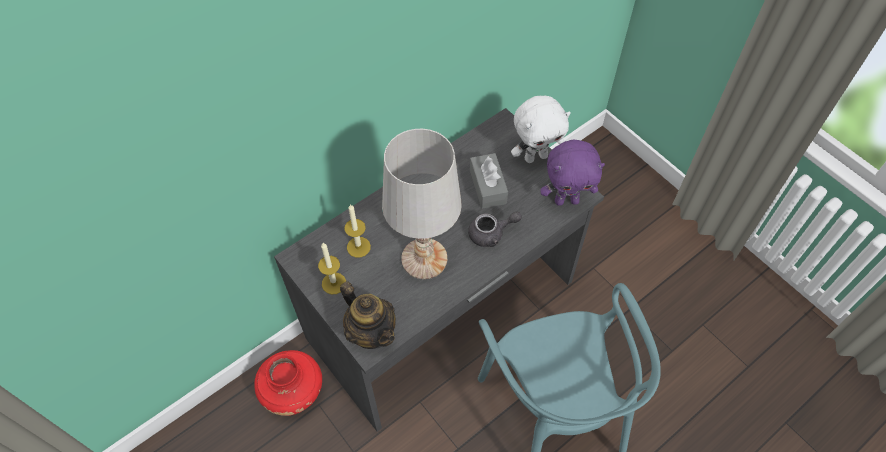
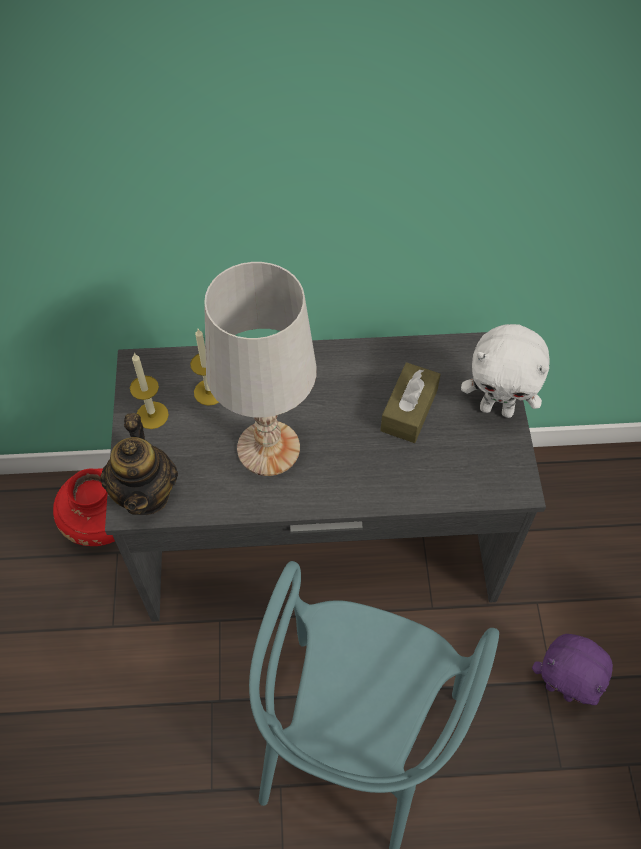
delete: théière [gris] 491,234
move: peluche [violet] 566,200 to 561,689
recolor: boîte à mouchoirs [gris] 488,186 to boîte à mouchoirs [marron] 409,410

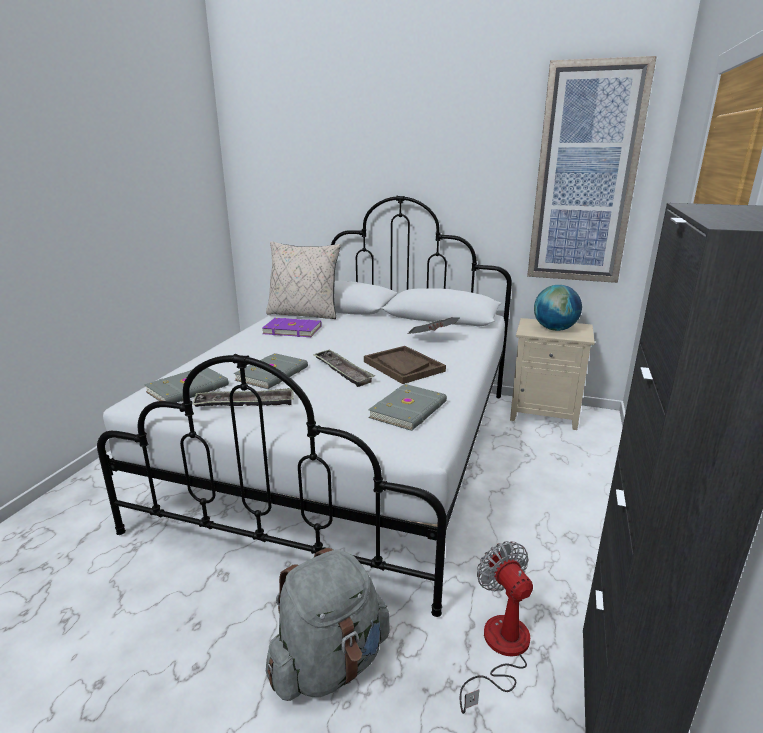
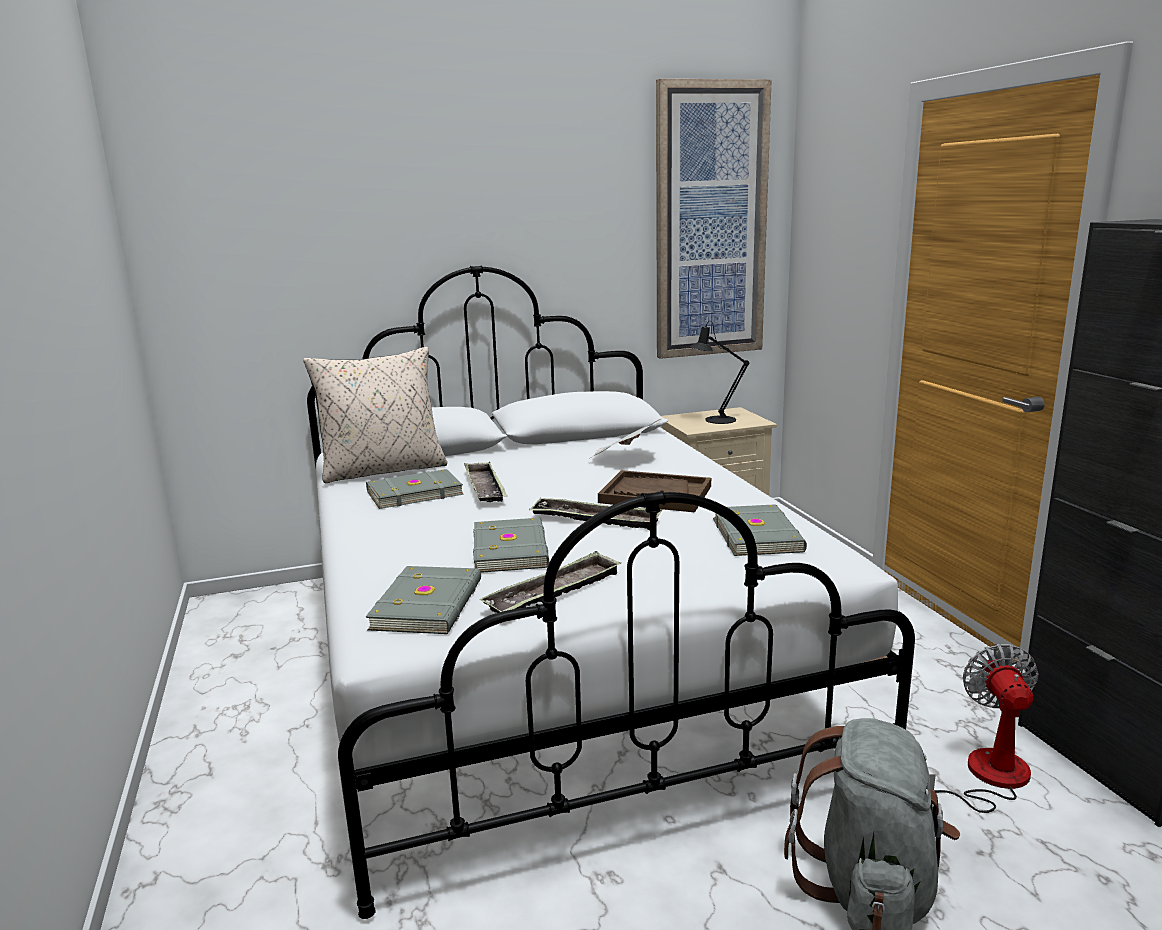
insert: plateau 485,488
replace: globe 554,329 to lampe de table [noir] 715,420
recolor: livre [violet] 292,330 to livre [gris] 413,493
rotate: ventilateur 500,650 = 985,778 60 degrees clockwise

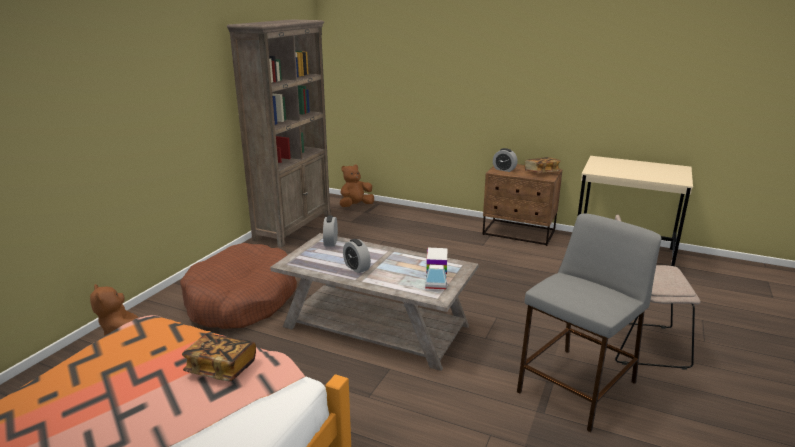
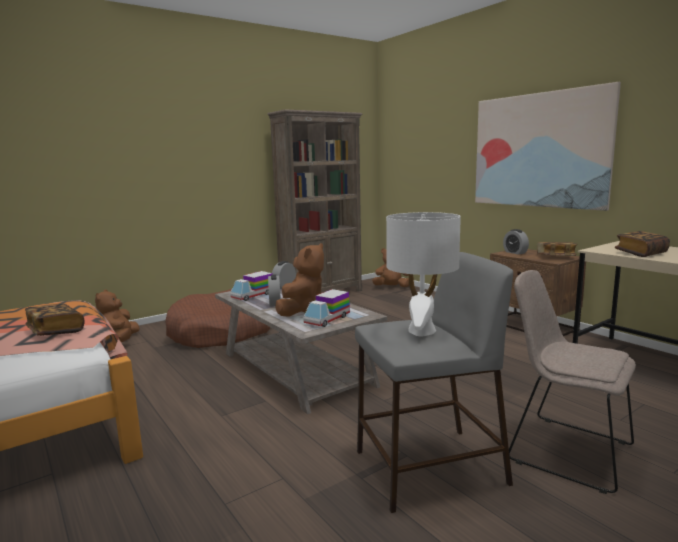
insert: camion jouet 253,296; peluche [marron] 302,310; lampe de table [blanc] 421,331; tableau 539,150; livre 640,253

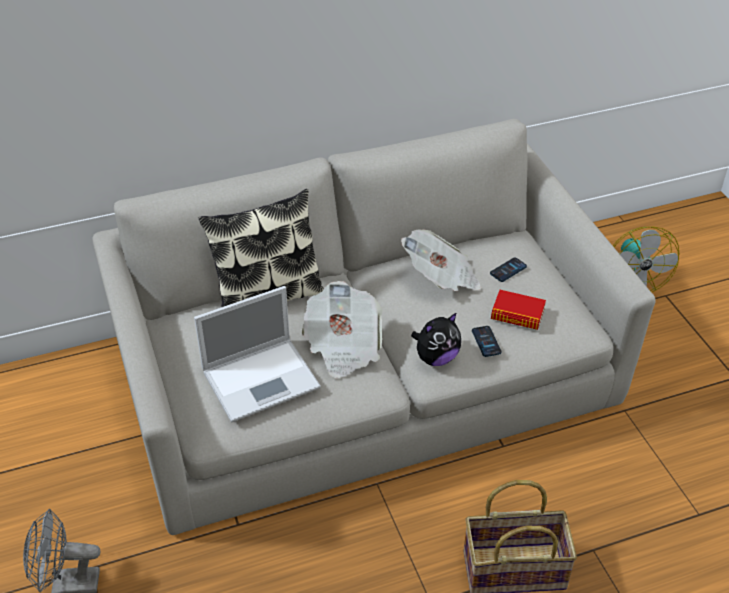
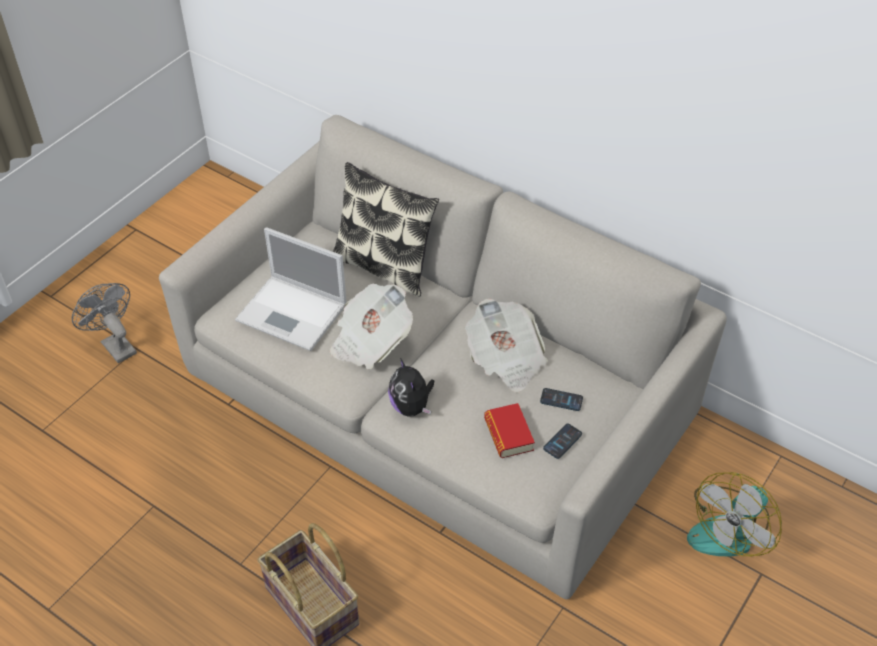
move: téléphone 486,342 to 562,441
rotate: peluche 436,358 = 411,407 45 degrees clockwise

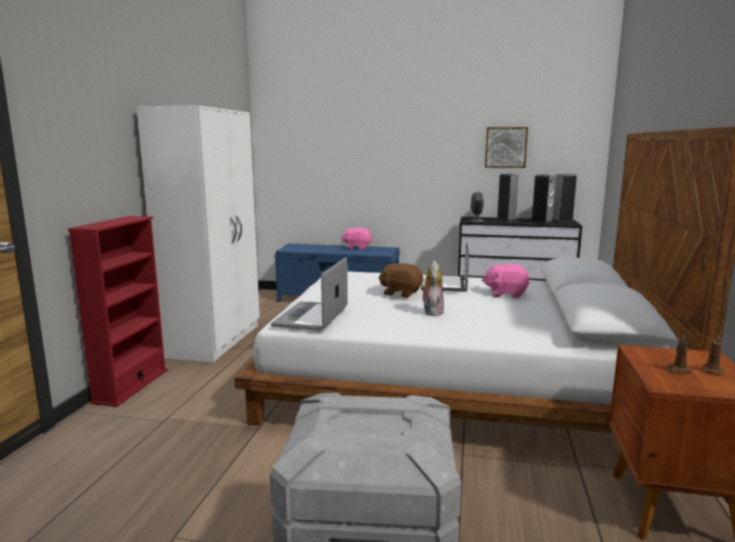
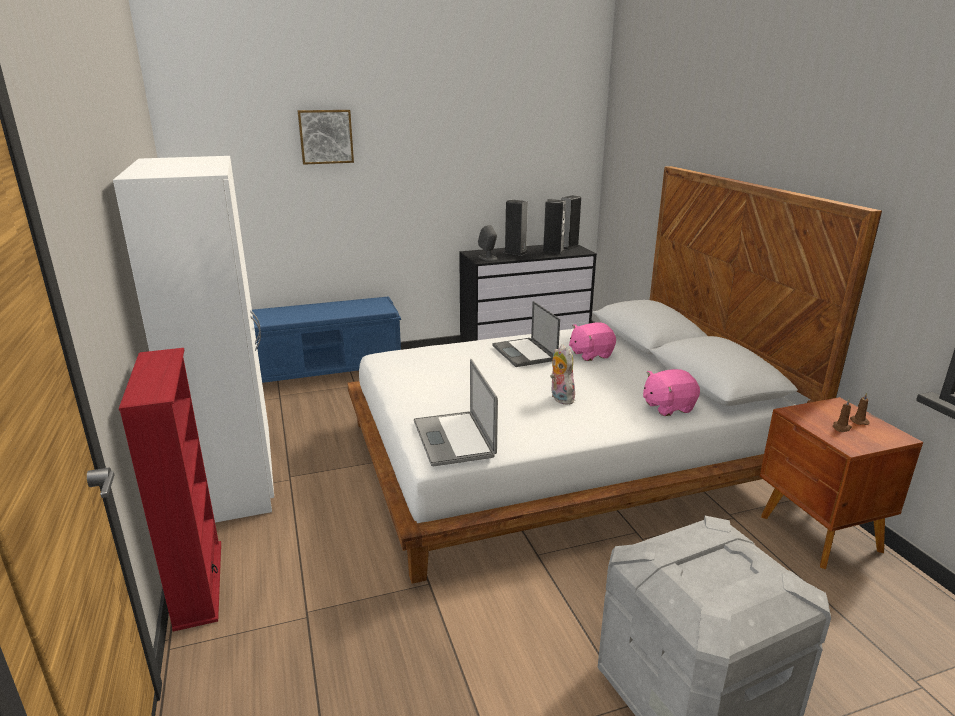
delete: peluche [marron] 401,293
move: peluche [rose] 357,248 to 667,407; tableau 505,147 to 326,136

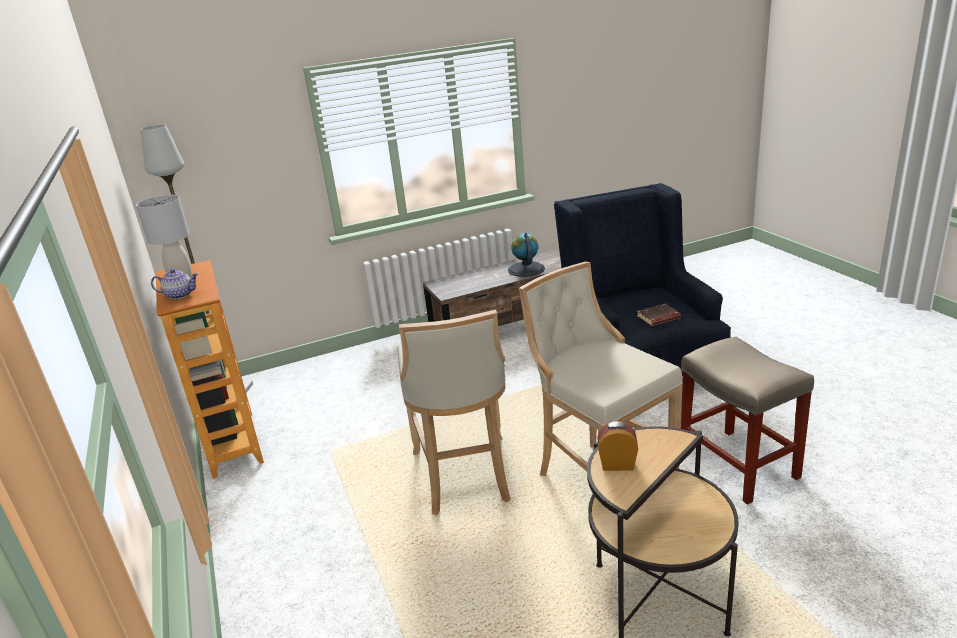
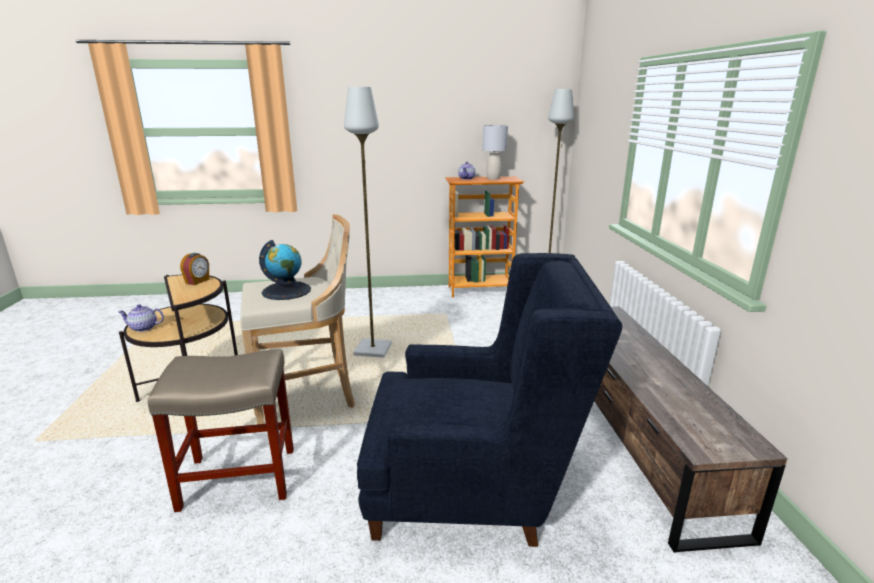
delete: livre [marron] 658,318
insert: théière 143,328
move: globe 526,269 to 286,291
replace: tabouret [beige] 464,478 to lampadaire [gris] 372,349

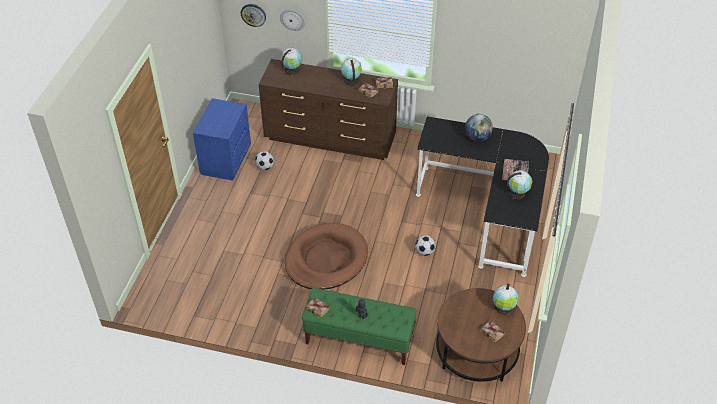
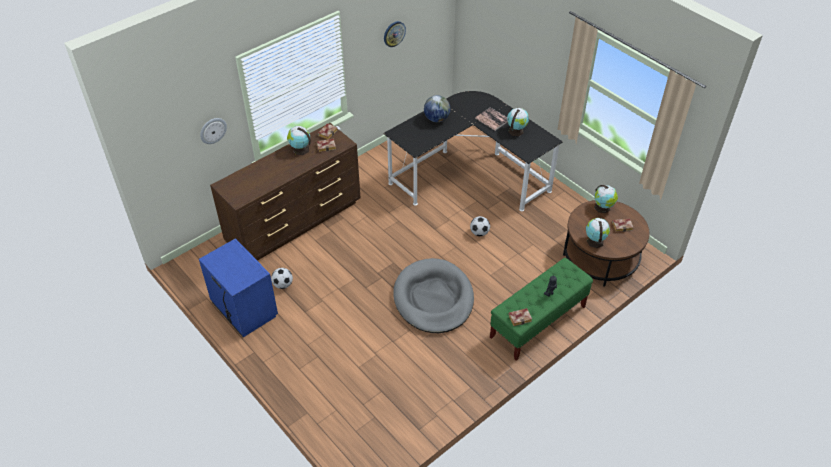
move: horloge murale 253,14 to 394,33; globe 292,70 to 595,241
recolor: panier pour chien [marron] 326,259 to panier pour chien [gris] 433,298

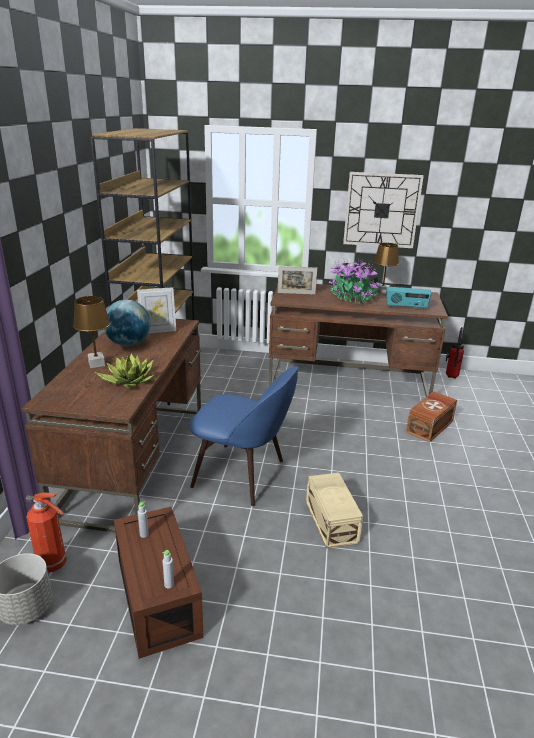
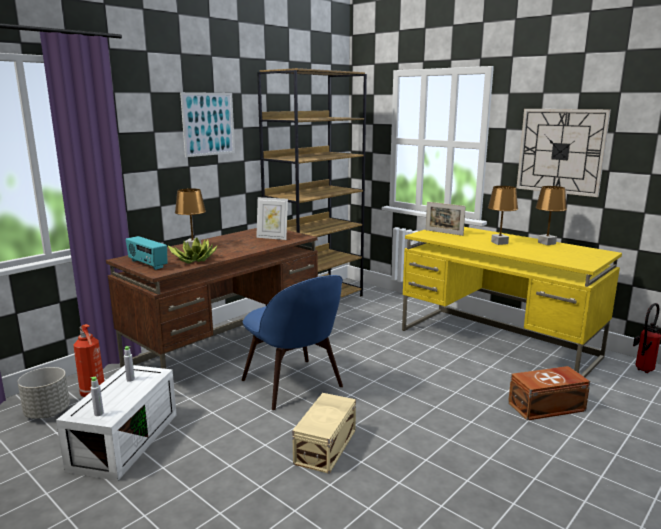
delete: globe 128,344
insert: tableau 208,124
move: radio 406,307 to 147,264
replace: plante en pot 352,298 to lampe de table [marron] 499,243
recolor: boîte de rangement [marron] 156,596 to boîte de rangement [blanc] 124,440; bureau [marron] 349,381 to bureau [jaune] 498,344

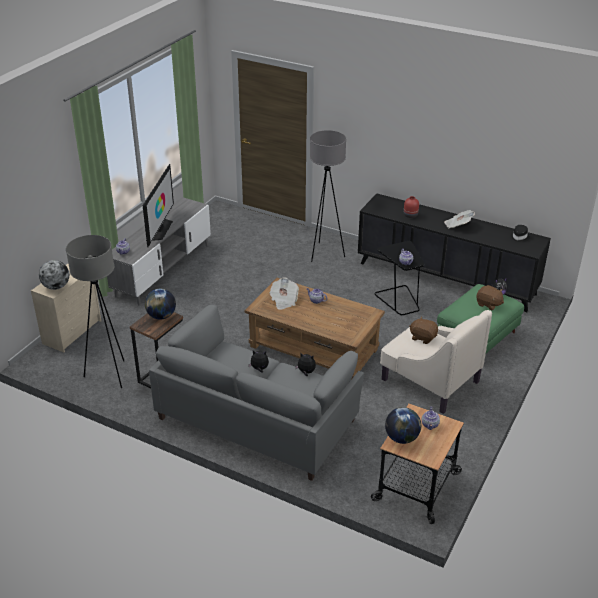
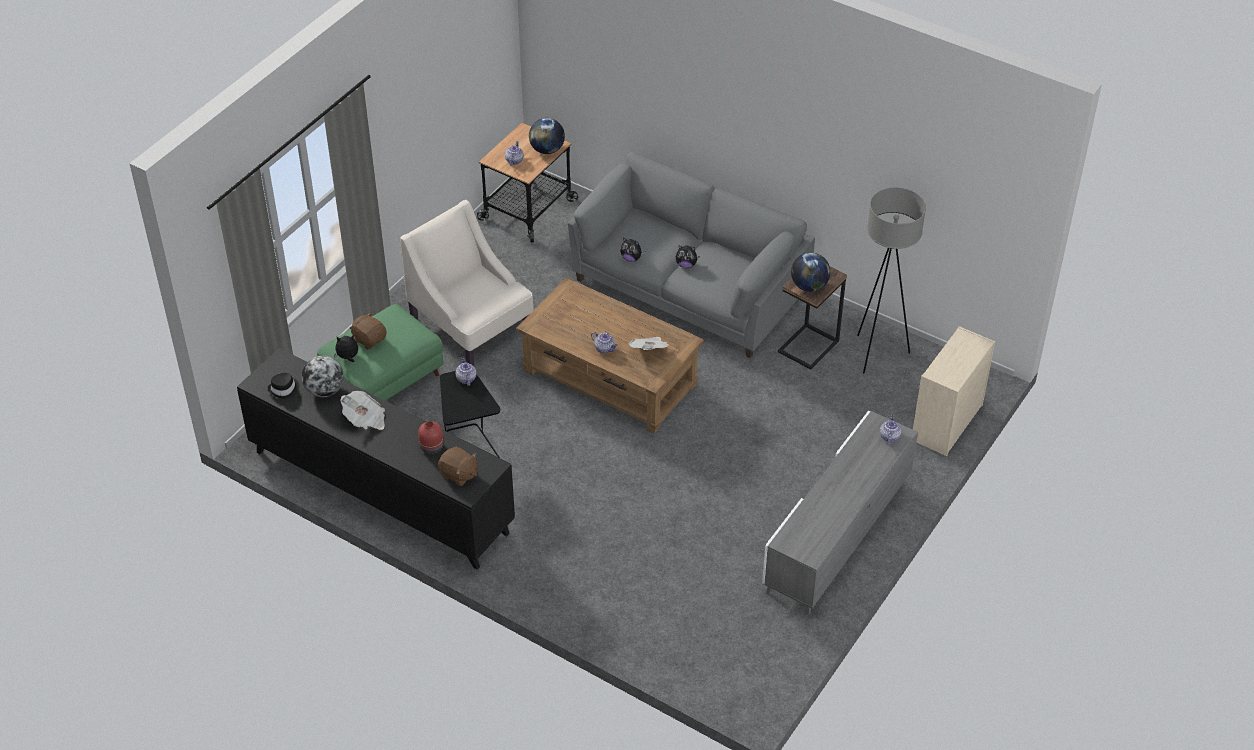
delete: téléviseur 160,229; lampadaire [gris] 325,253
move: globe 56,287 to 325,390; peluche [marron] 423,337 to 459,474

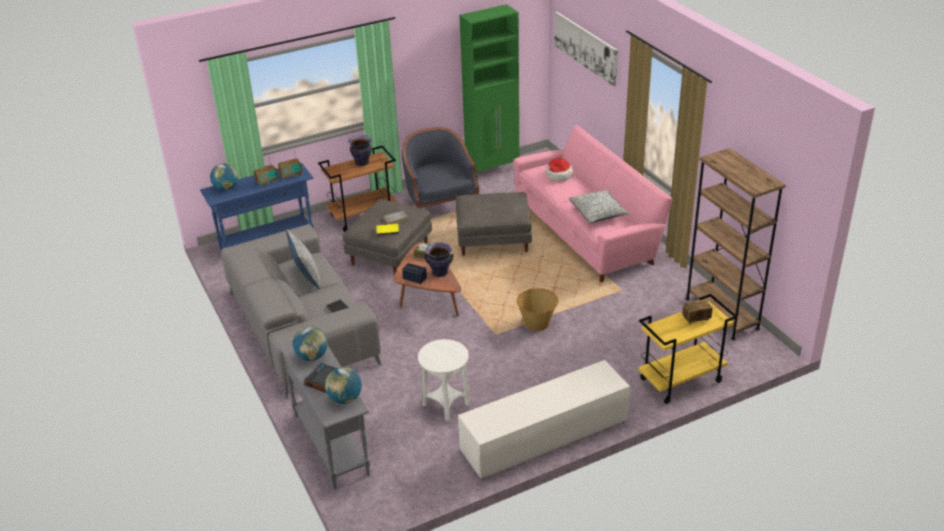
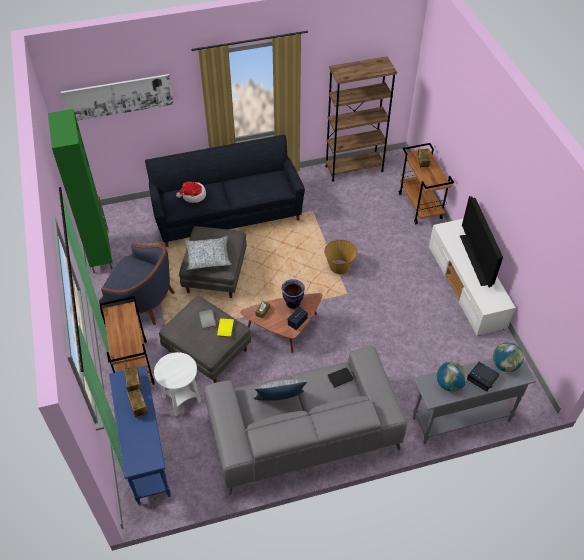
delete: globe 226,188; vase 362,163
insert: téléviseur 476,260
move: table d'appoint [blanc] 446,405 to 181,399; coussin 598,213 to 208,257
recolor: canapé [rose] 587,231 to canapé [noir] 227,213; chariot [jaune] 680,381 to chariot [marron] 420,206
rotate: fauteuil [bleu] 440,205 = 142,302 150 degrees counterclockwise

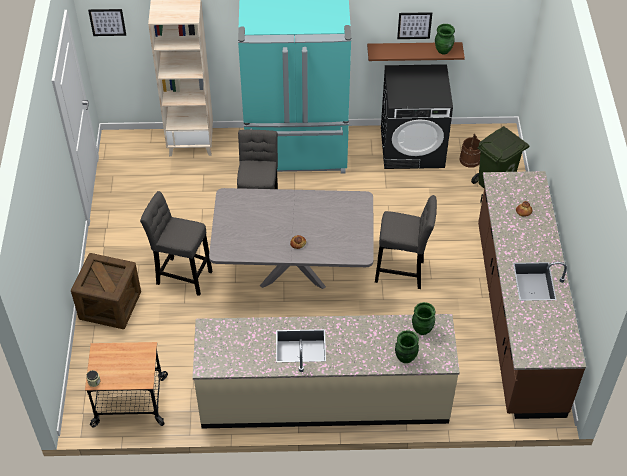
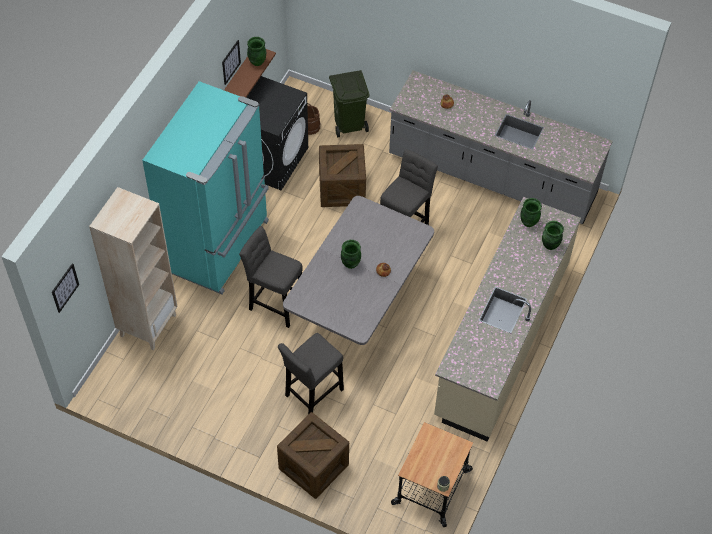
insert: caisse 342,189; vase [vert] 350,263
recolor: comptoir de cuisine [marron] 517,317 to comptoir de cuisine [gris] 492,176

